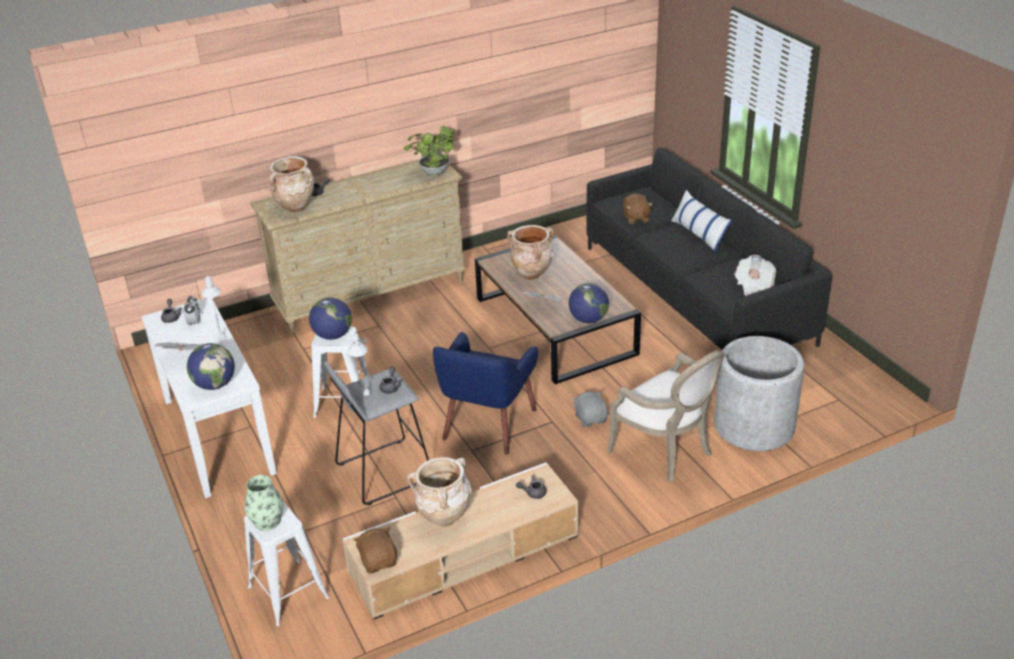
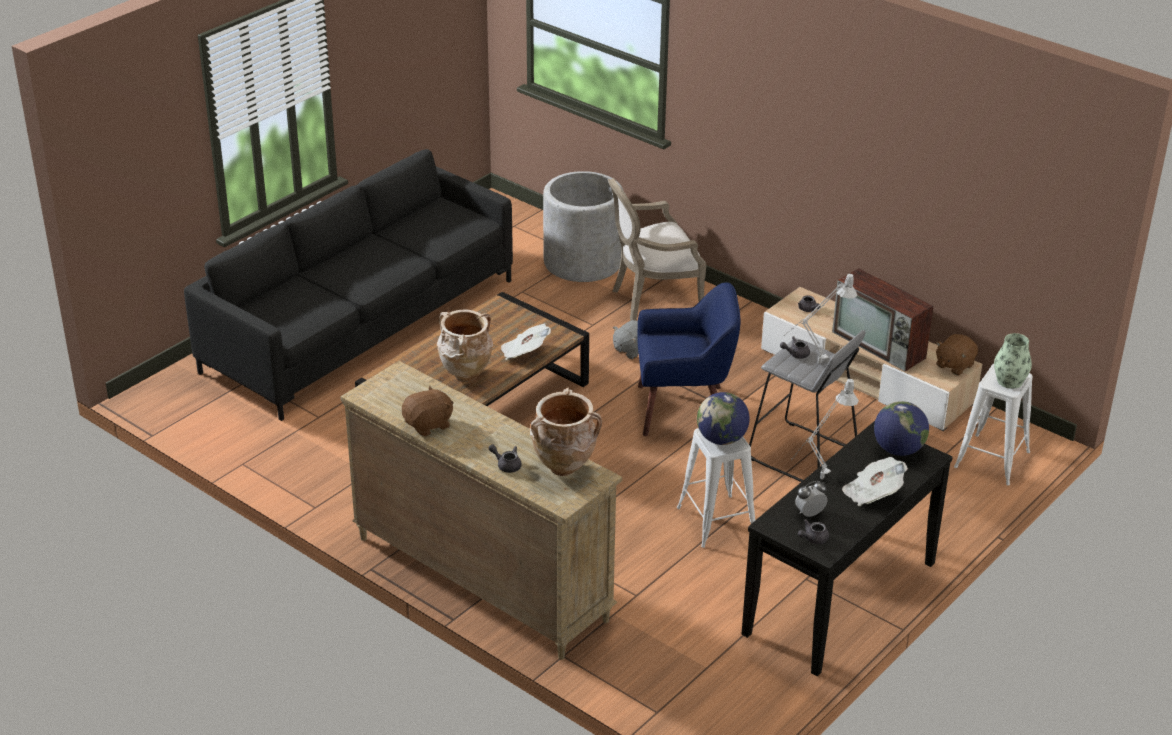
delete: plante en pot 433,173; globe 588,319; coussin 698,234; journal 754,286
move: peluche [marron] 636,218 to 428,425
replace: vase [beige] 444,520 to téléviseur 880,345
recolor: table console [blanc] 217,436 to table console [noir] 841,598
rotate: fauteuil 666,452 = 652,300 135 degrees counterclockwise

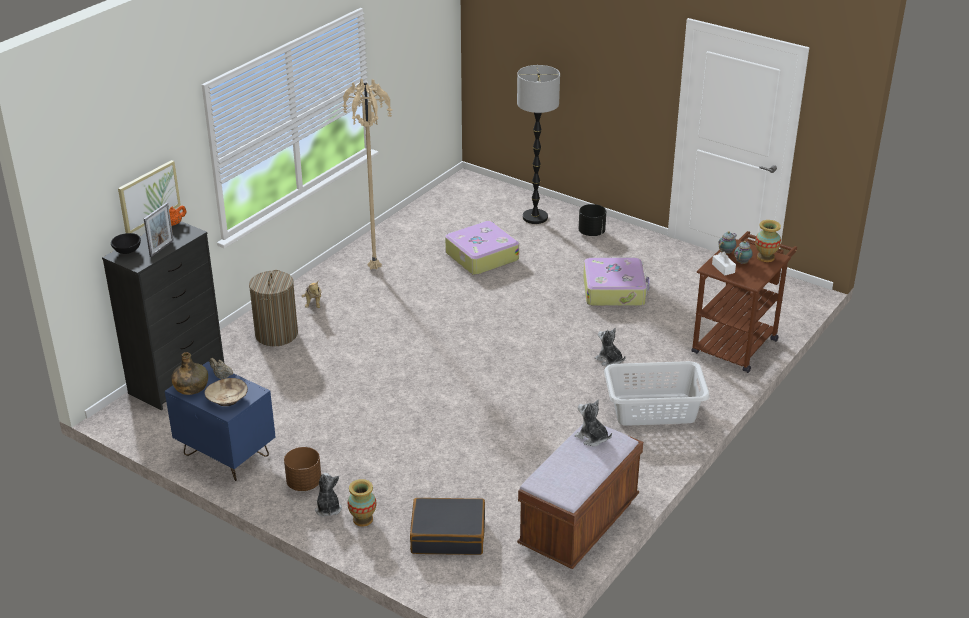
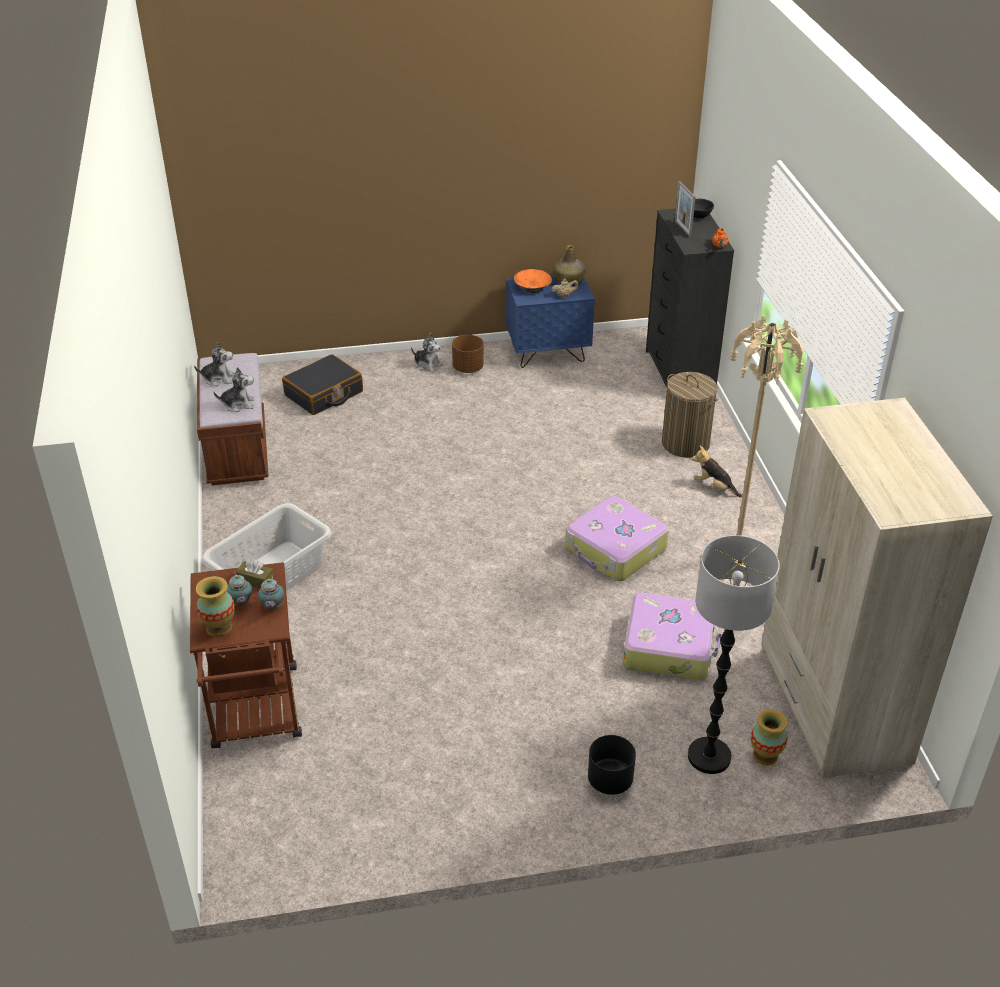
delete: tableau 148,196
insert: armoire [beige] 832,705
move: vase 363,519 to 765,756; valise 614,290 to 615,549; peluche 609,360 to 218,379
recolor: bol [beige] 227,399 to bol [orange] 532,287; boîte à mouchoirs [blanc] 723,268 to boîte à mouchoirs [marron] 255,580

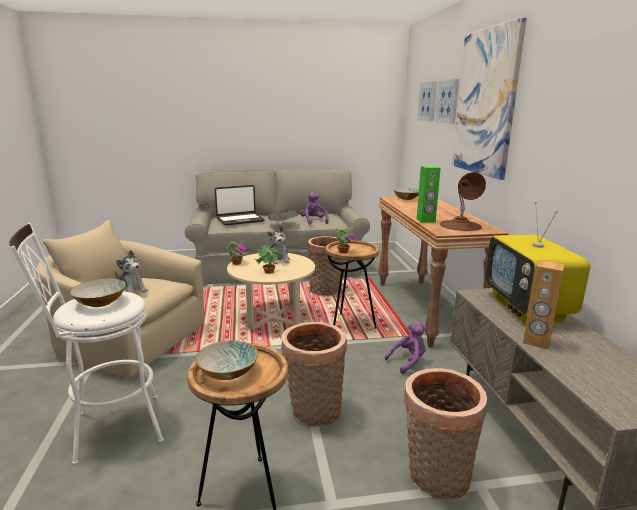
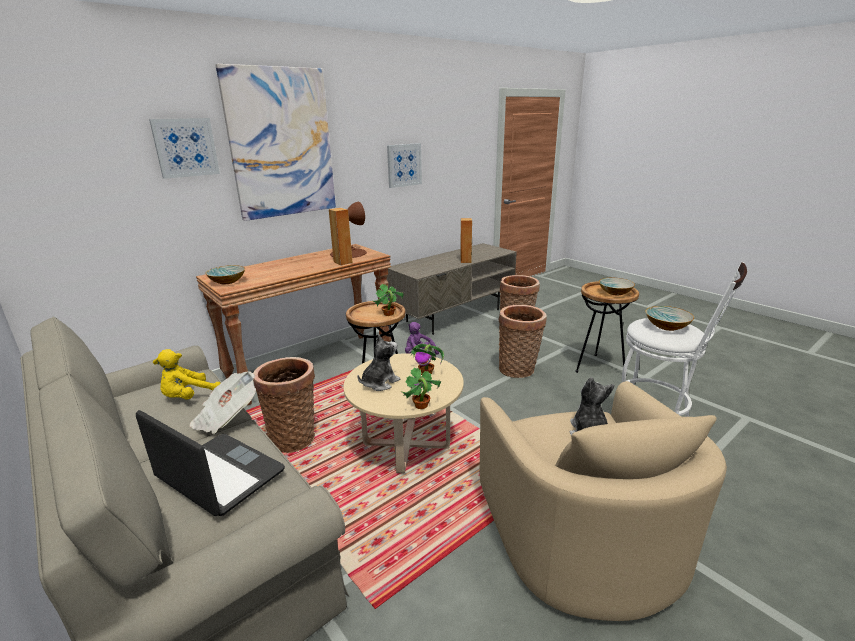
delete: téléviseur 527,309
move: tableau 427,101 to 404,165
recolor: peluche [violet] 313,221 to peluche [jaune] 189,397; enceinte [vert] 426,220 to enceinte [marron] 343,262

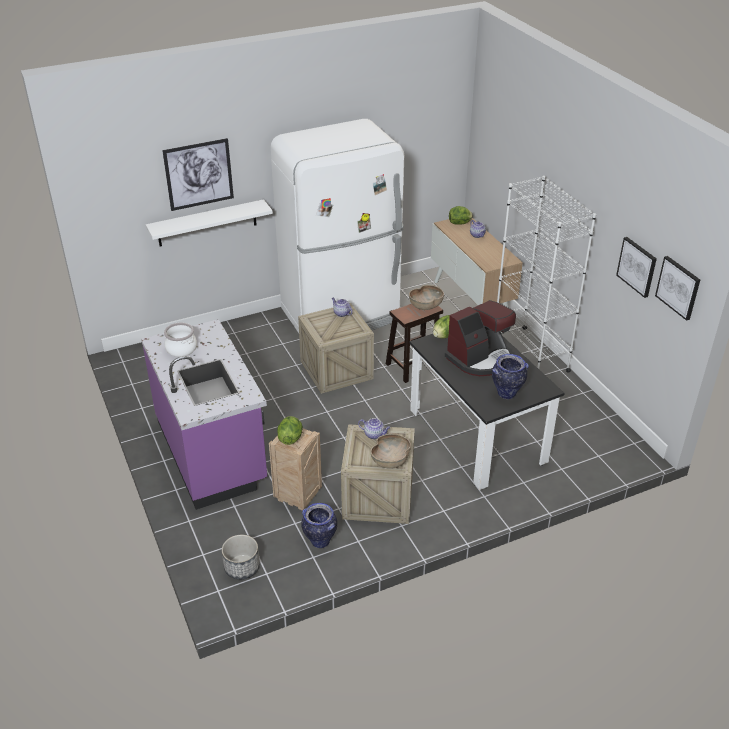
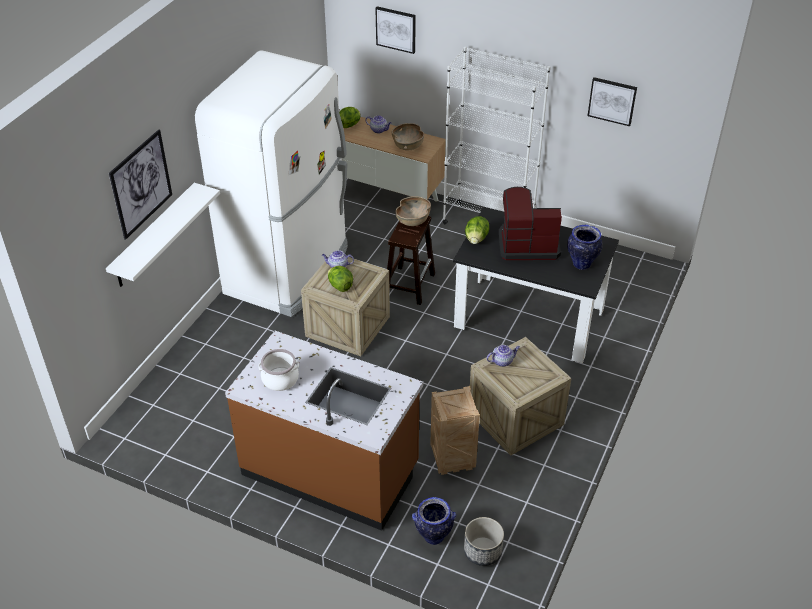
move: laitue 290,438 to 340,286; vase 319,541 to 433,537; bol [marron] 390,461 to 408,145; tableau 678,287 to 396,29
recolor: comptoir de cuisine [violet] 212,452 to comptoir de cuisine [marron] 331,469
rotate: machine à café 481,358 = 527,244 105 degrees counterclockwise

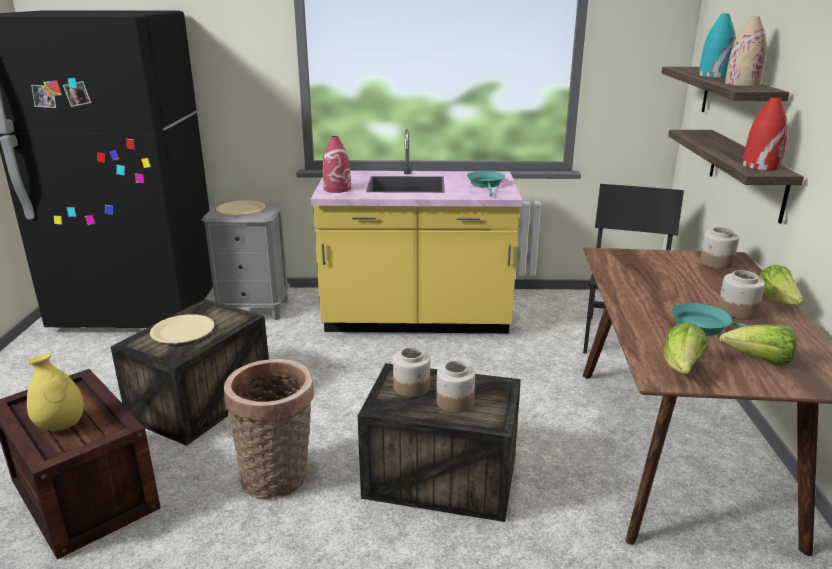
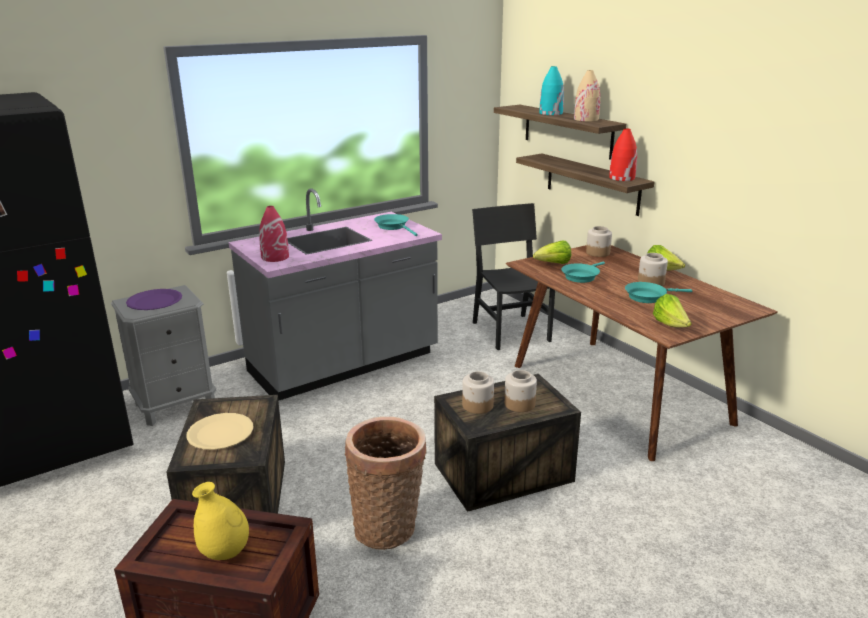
insert: poêle [turquoise] 581,276
move: laitue 759,360 to 553,264
recolor: assiette [beige] 241,209 to assiette [violet] 155,301; comptoir de cuisine [jaune] 416,319 to comptoir de cuisine [gris] 344,365

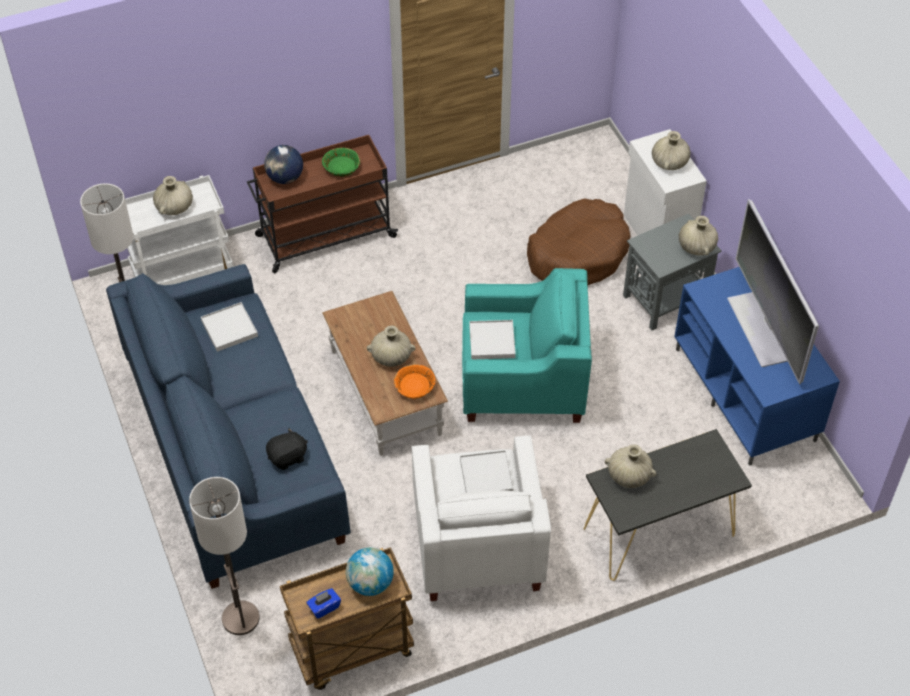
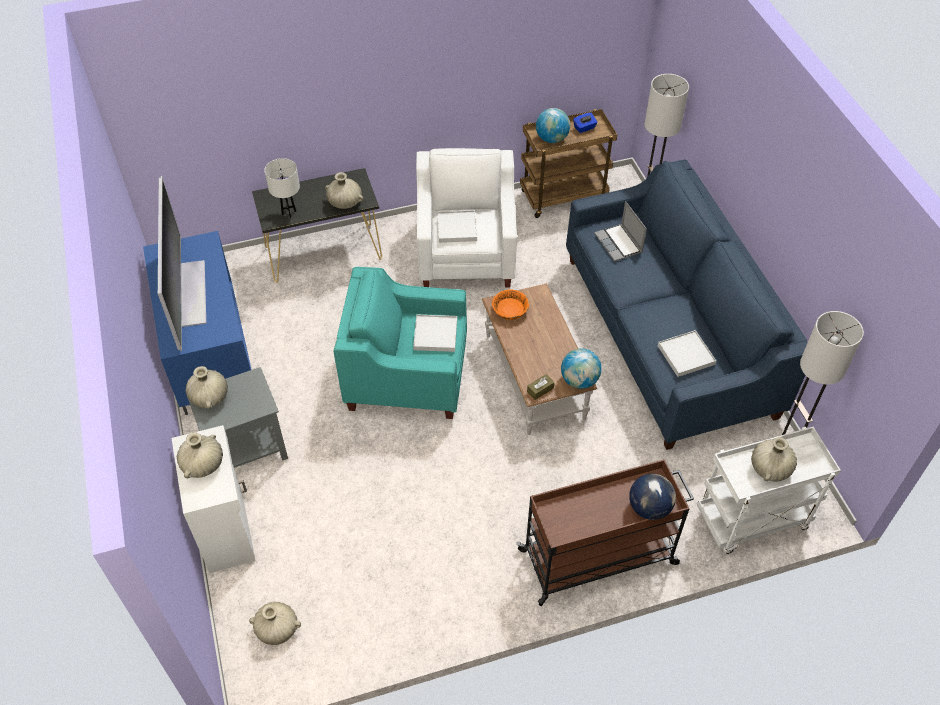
delete: bol [vert] 341,168; panier pour chien [marron] 578,253
insert: lampe de table [blanc] 289,213; boîte à mouchoirs [marron] 540,390; globe 579,380
move: vase [beige] 391,356 to 277,629
replace: peluche [noir] 288,457 to ordinateur portable 619,244

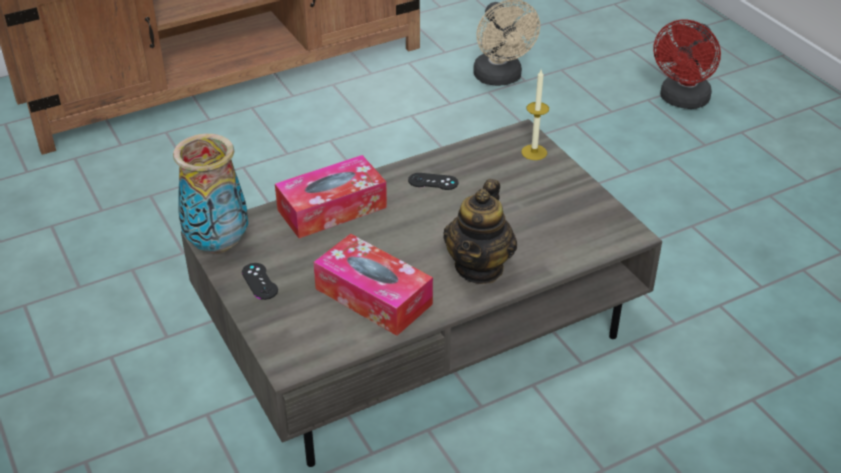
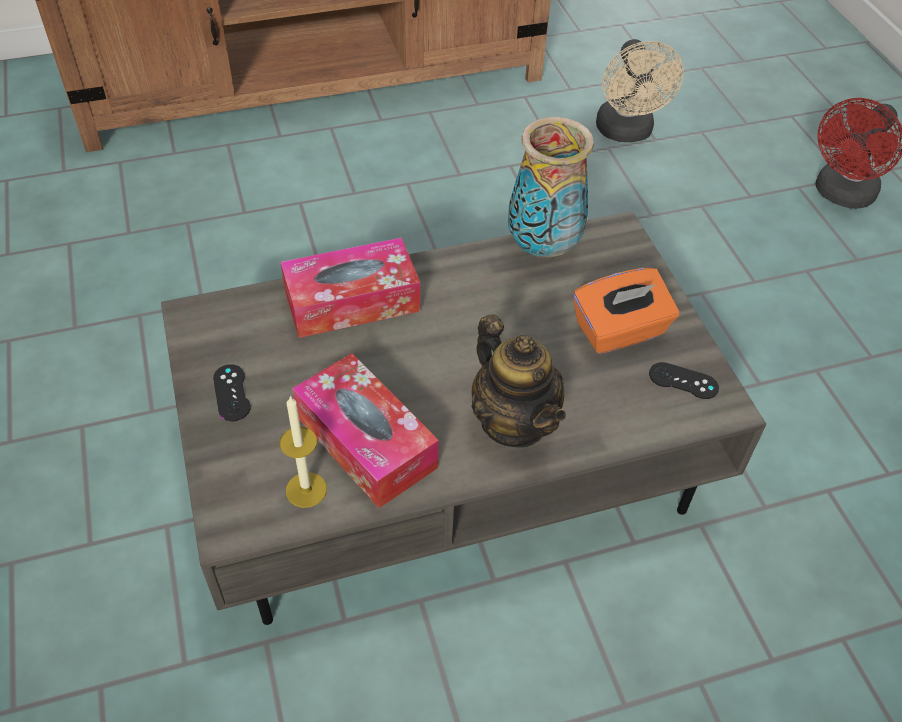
insert: boîte à mouchoirs [orange] 620,331
move: vase 219,245 to 544,247; manette [noir] 433,182 to 683,381; bougie 534,152 to 306,490
rotate: théière 479,267 = 514,422 60 degrees counterclockwise

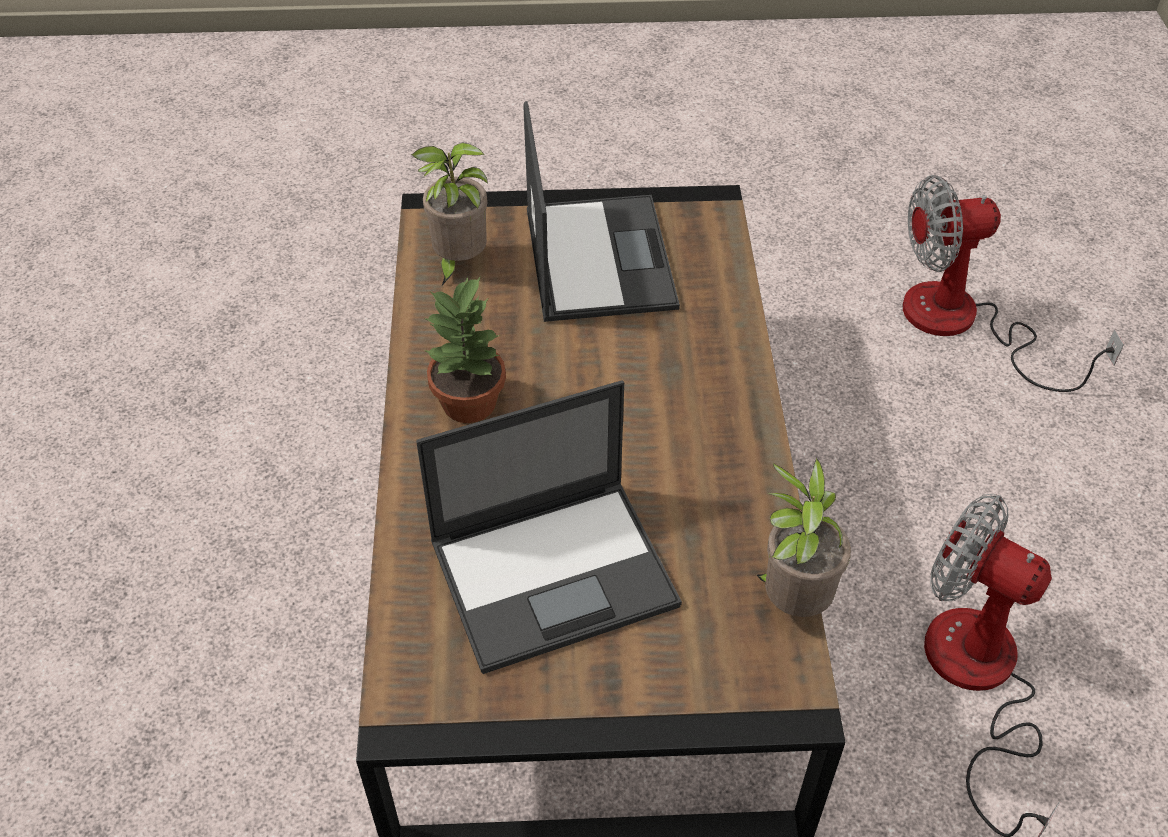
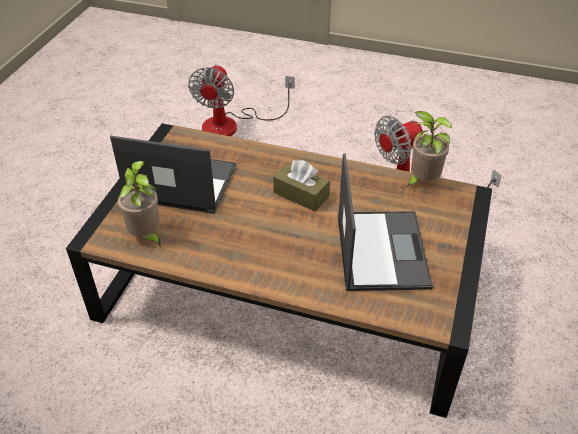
delete: plante en pot 471,403
insert: boîte à mouchoirs [marron] 301,194

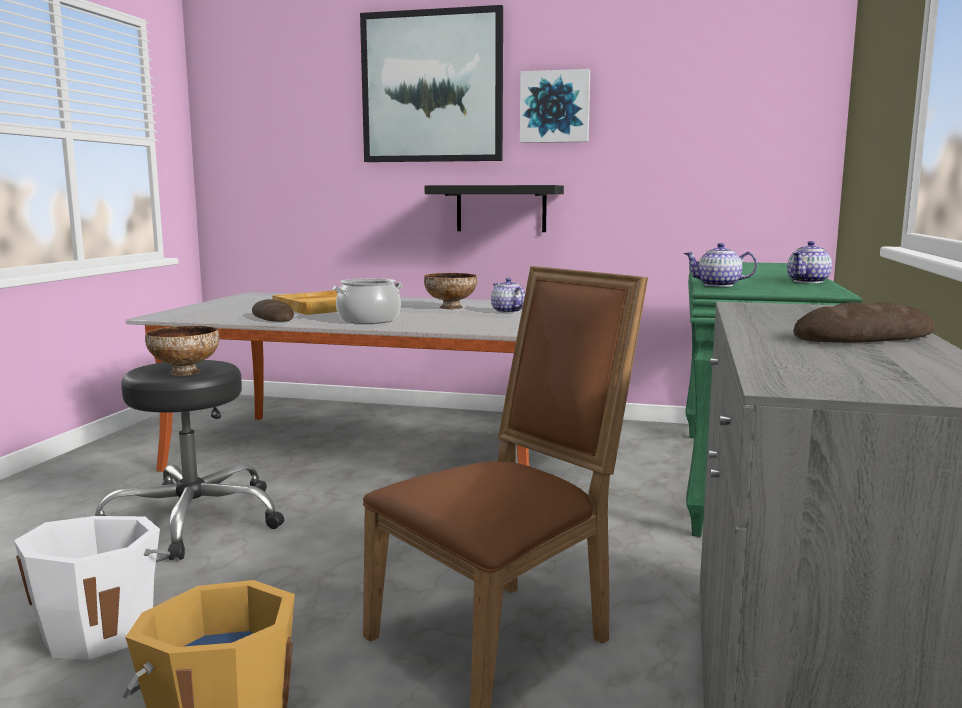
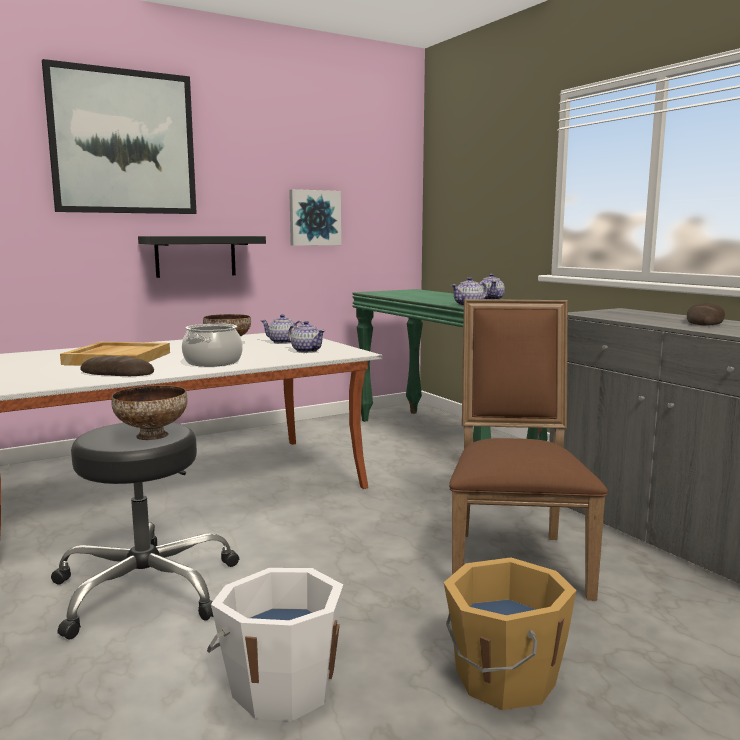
insert: théière 306,351
move: tableau 555,107 to 314,218

